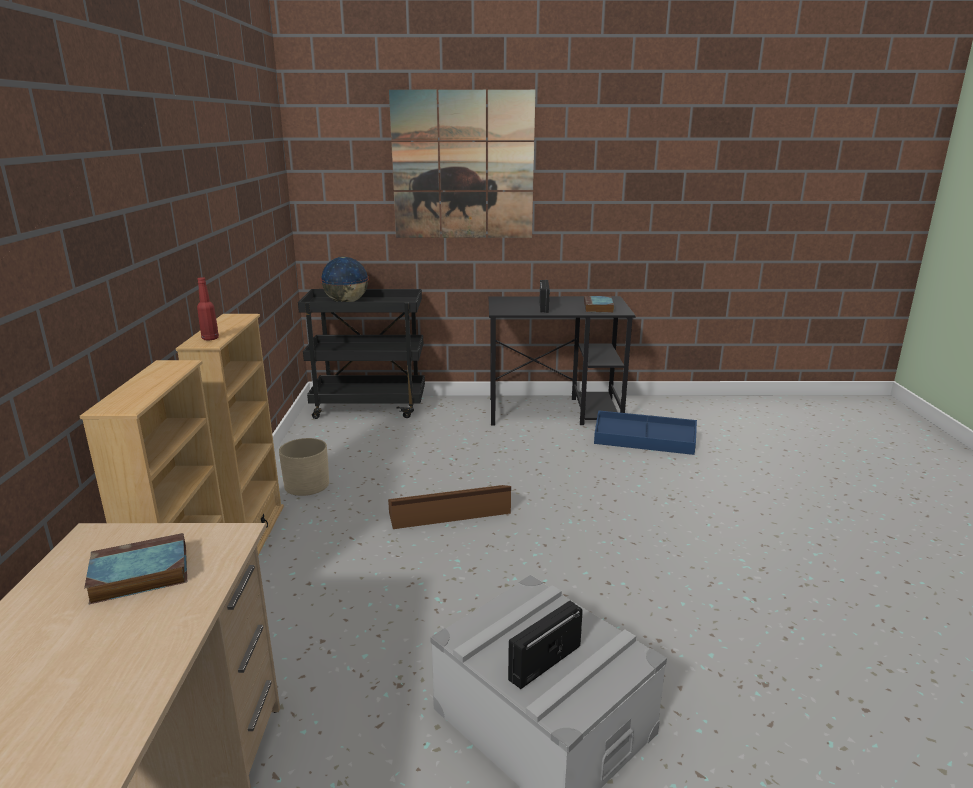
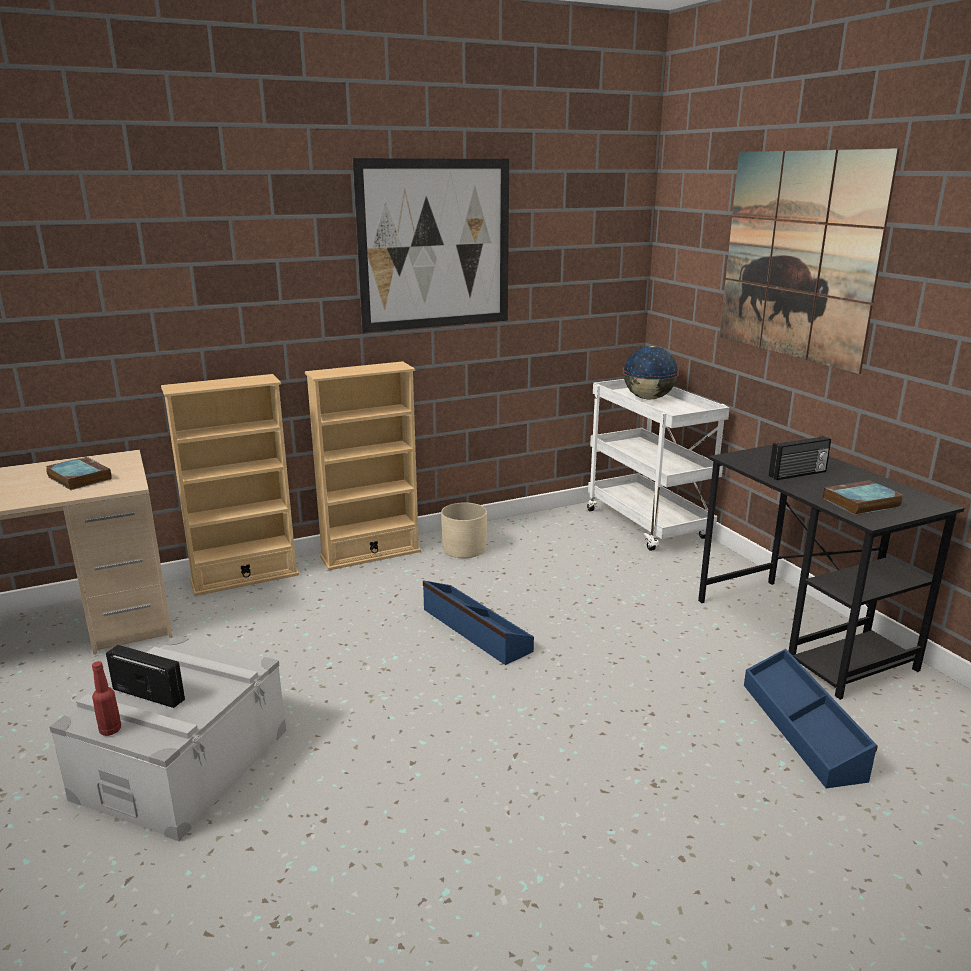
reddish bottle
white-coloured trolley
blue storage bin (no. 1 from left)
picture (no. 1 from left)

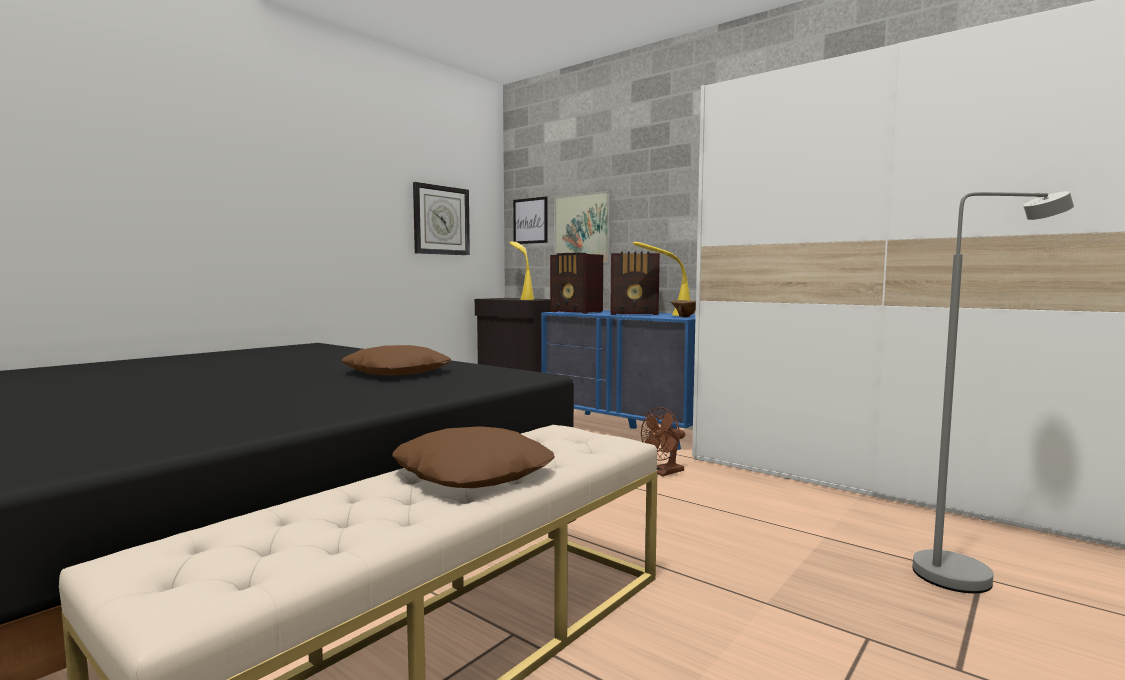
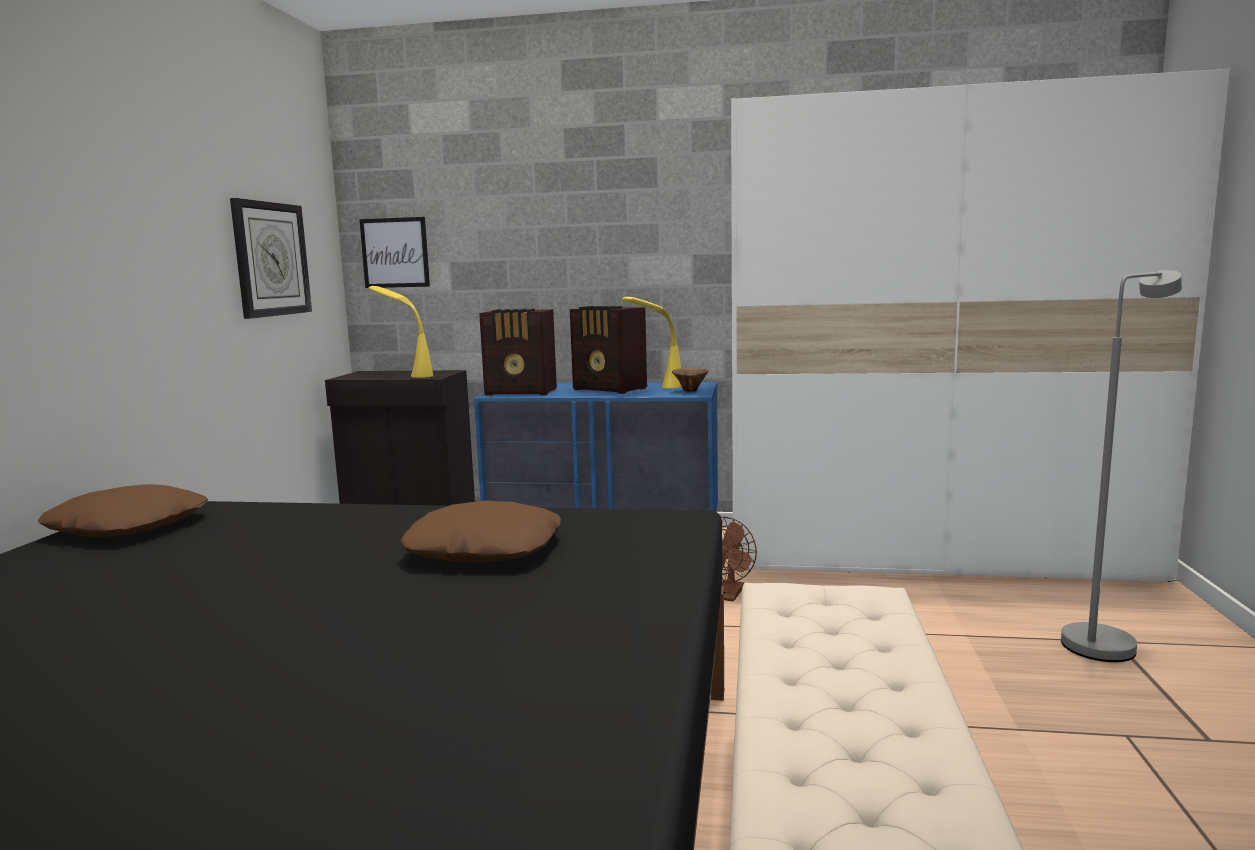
picture (no. 2 from left in the first image)
radio (no. 2 from left)
brown throw pillow (no. 1 from left)

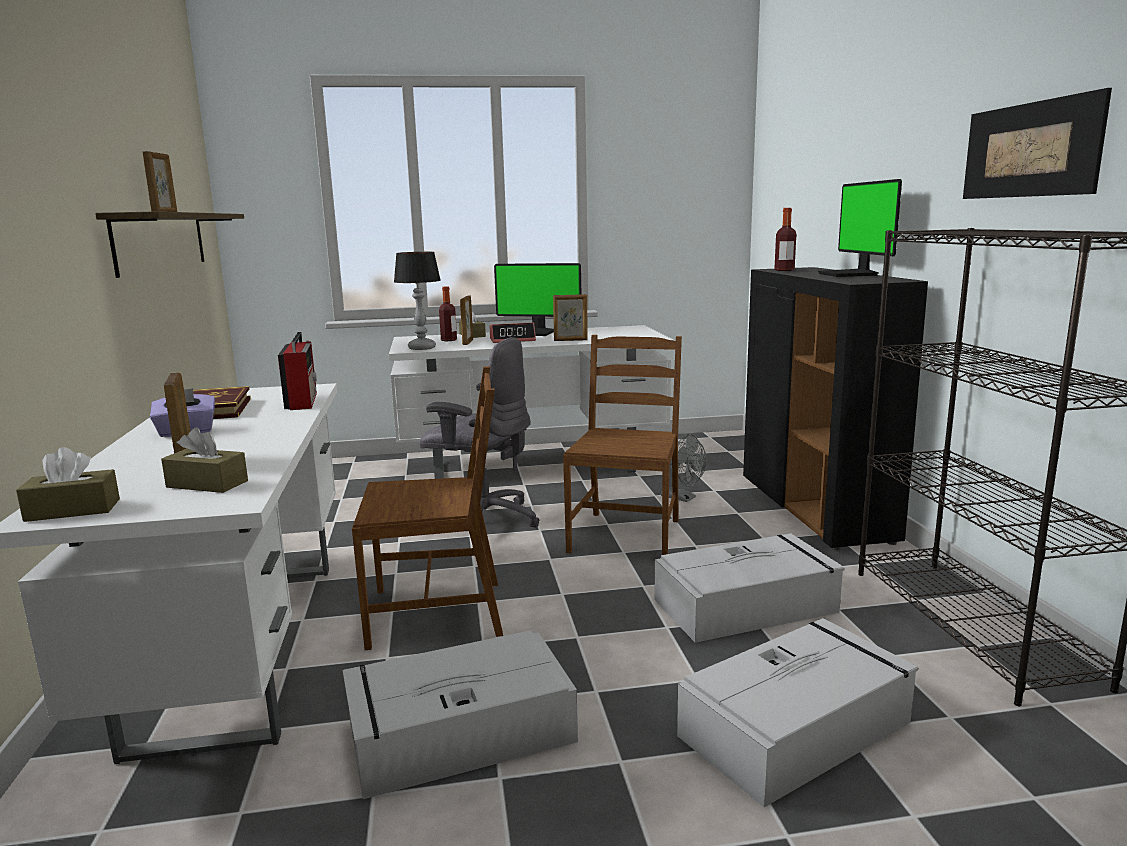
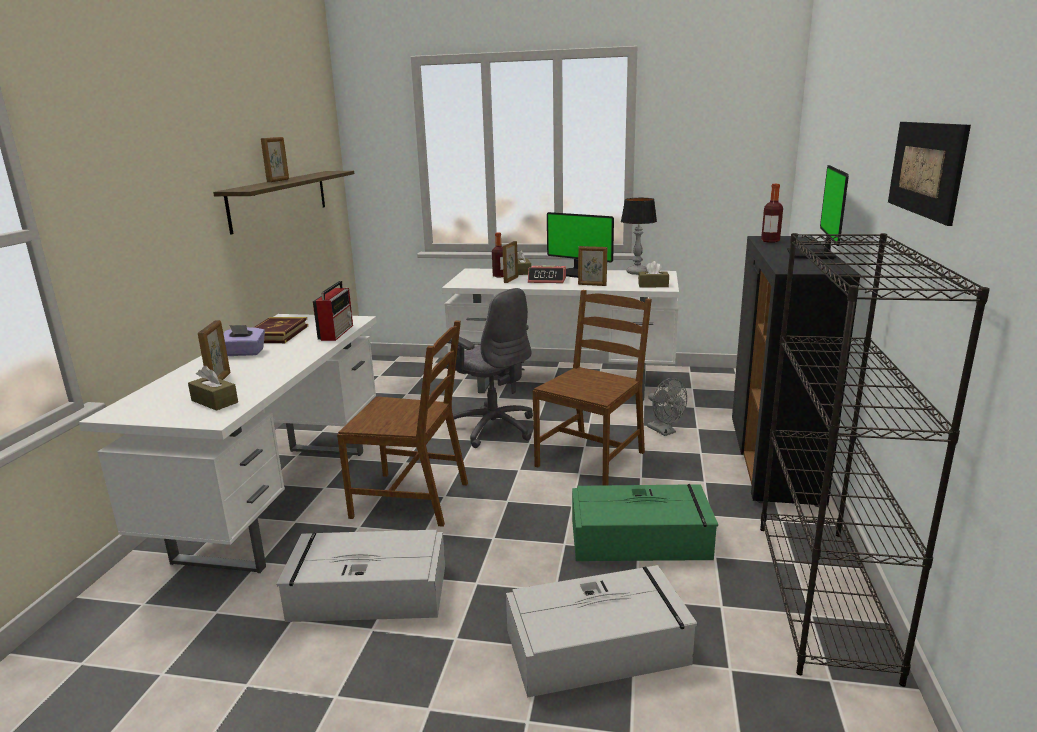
lamp for a table
brown tissue holder (no. 3 from left)
greenish storage bin

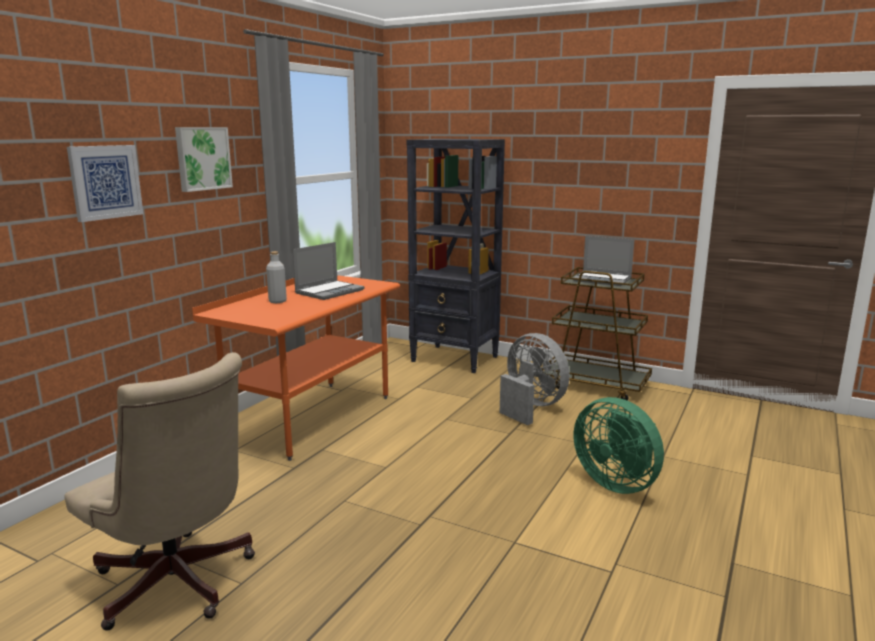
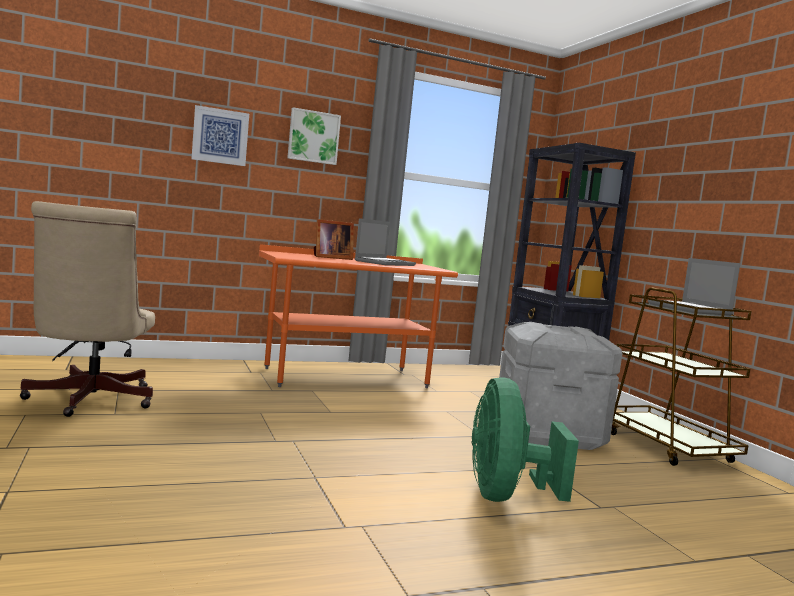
laptop (no. 1 from left)
standing frame
gray storage bin

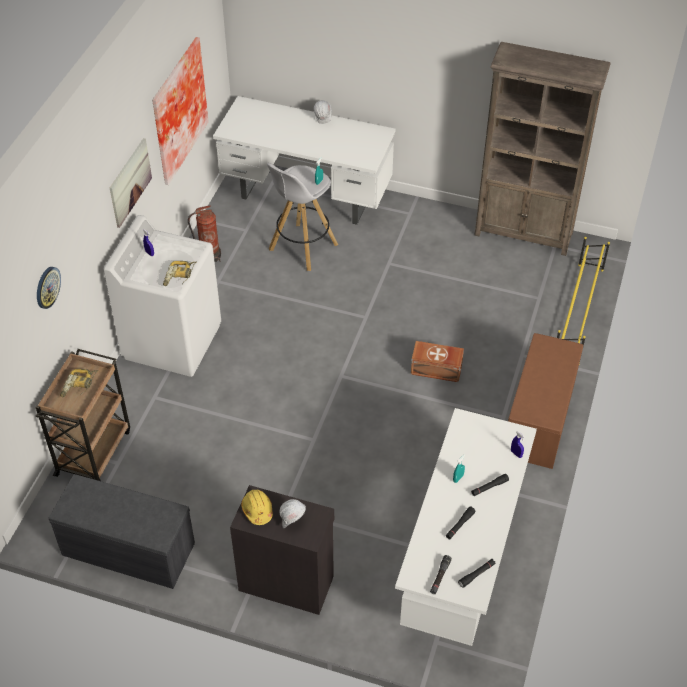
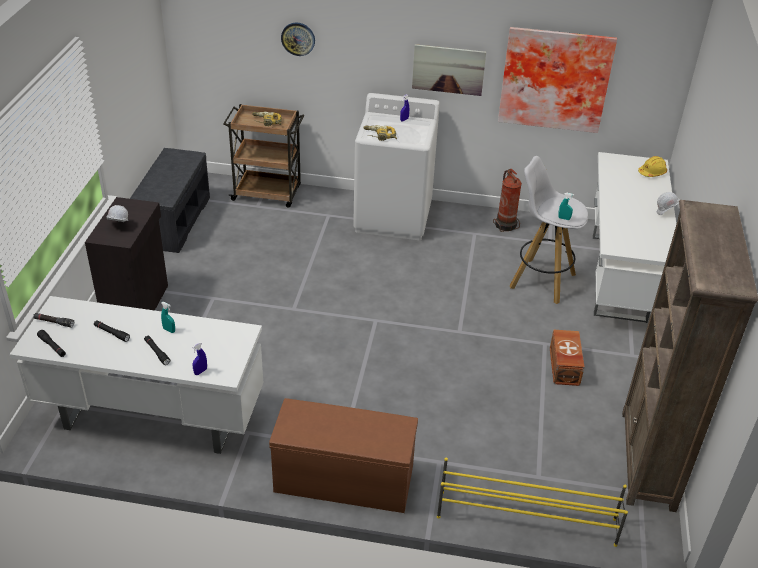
brown storage bin
yellowish safety helmet

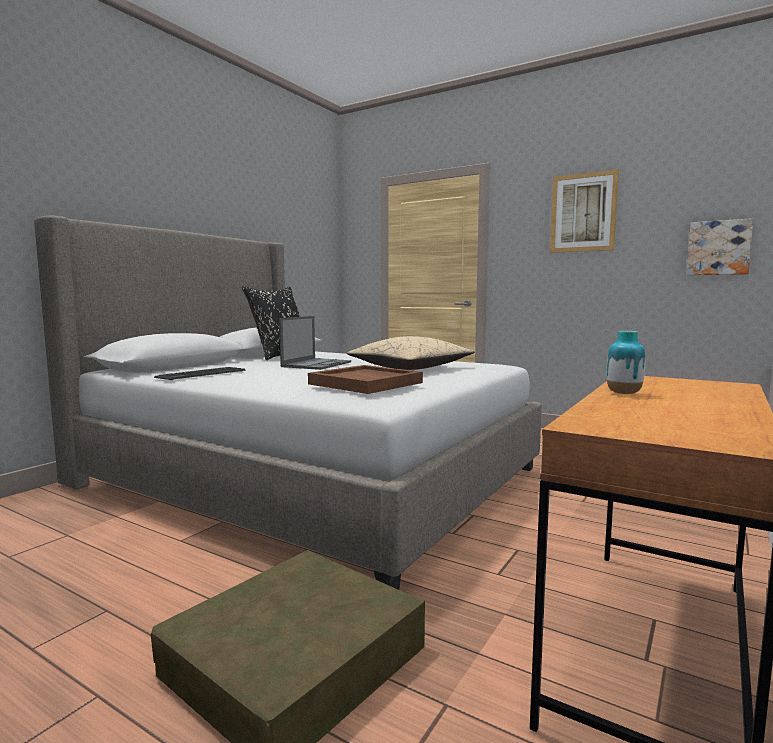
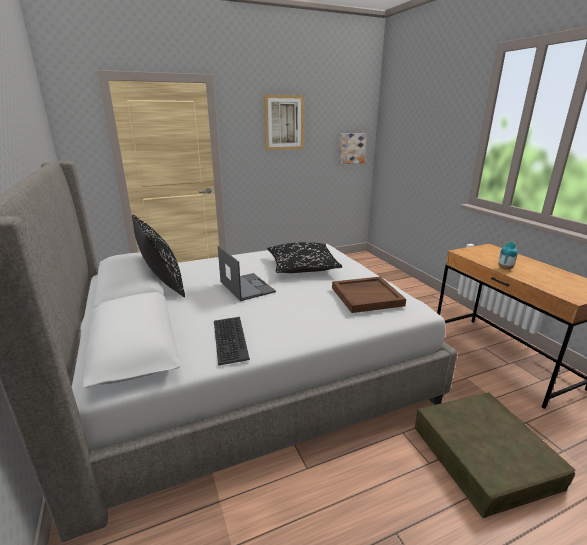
blackish throw pillow (no. 2 from left)

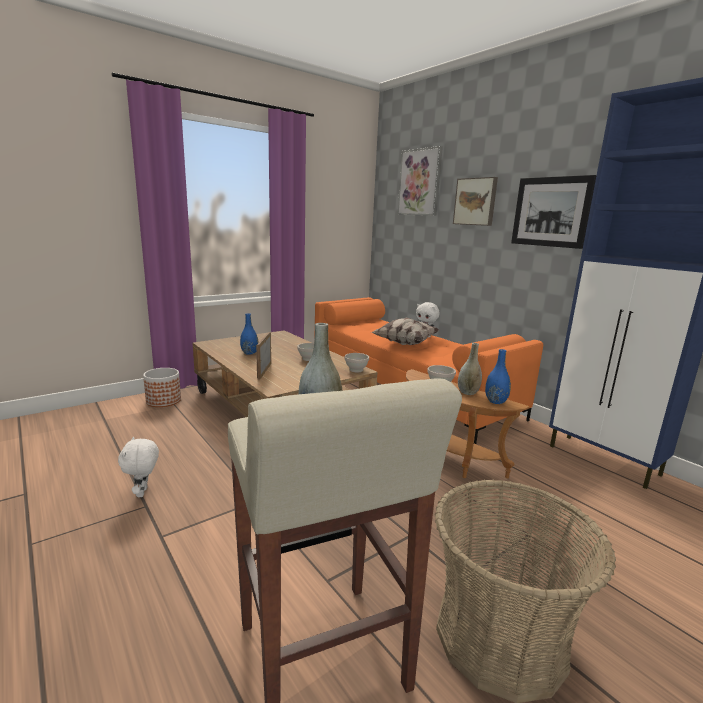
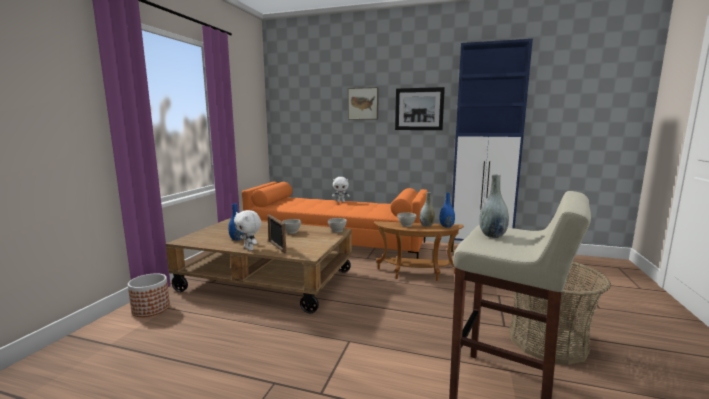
picture (no. 1 from left in the first image)
throw pillow
white-coloured soft toy (no. 1 from left)

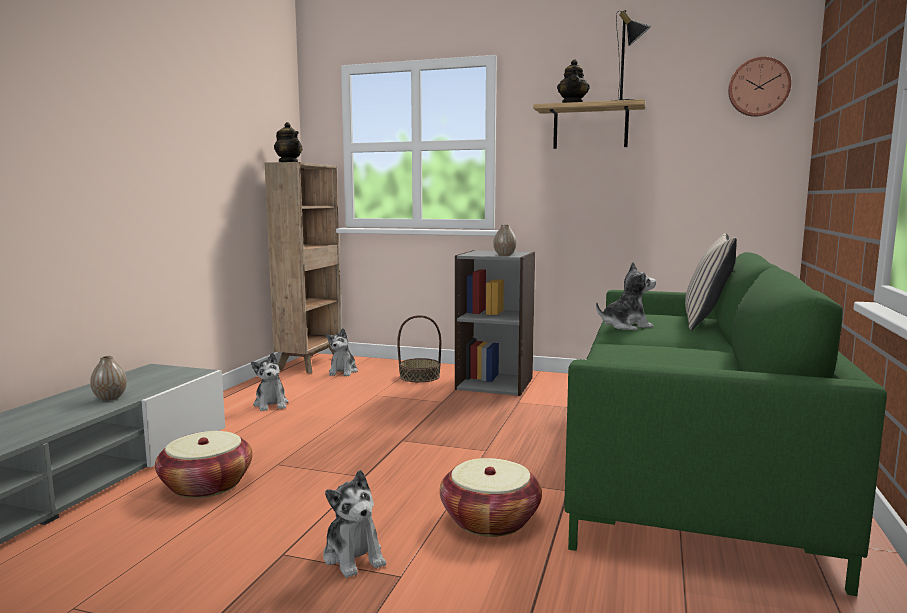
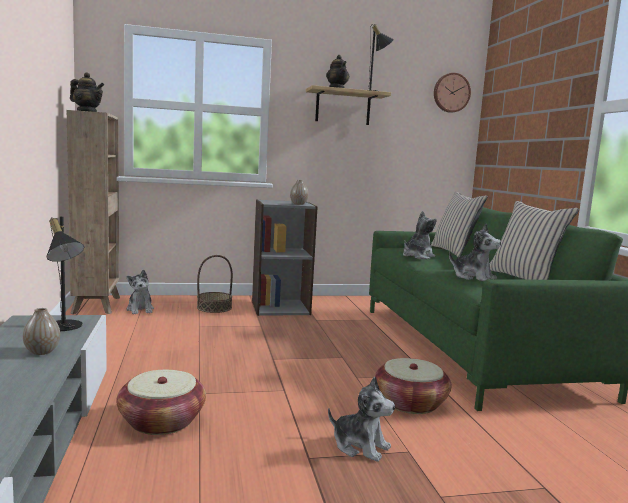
soft toy (no. 4 from left)
sand-coloured throw pillow (no. 2 from left)
blackish lamp for a table (no. 1 from left)

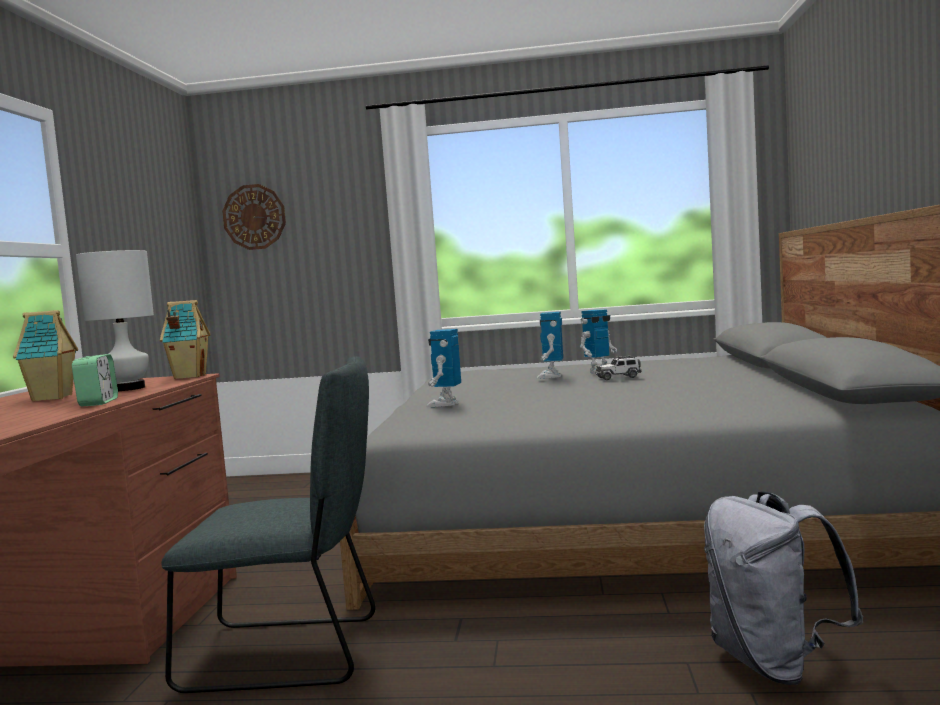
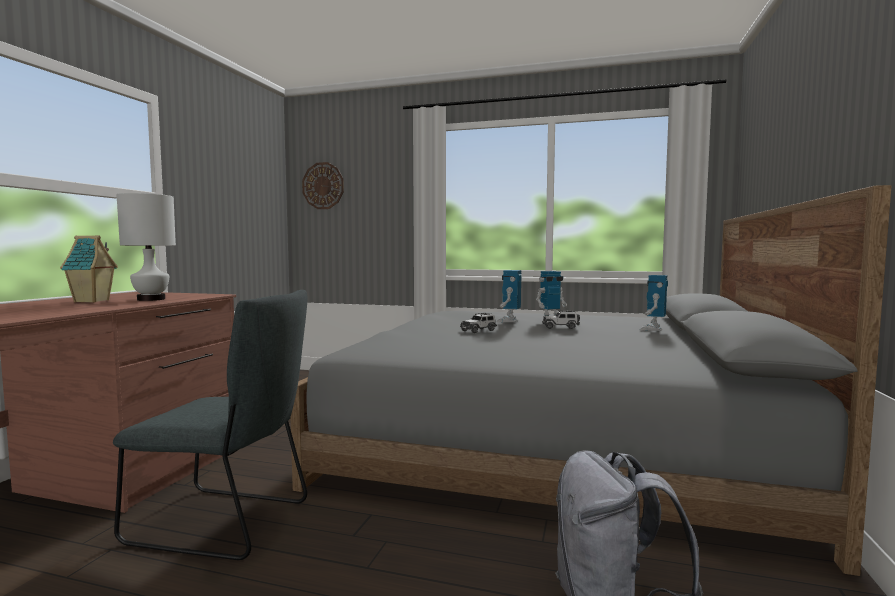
toy house (no. 2 from left in the first image)
model robot (no. 3 from left)
alarm clock
model car (no. 1 from left)

